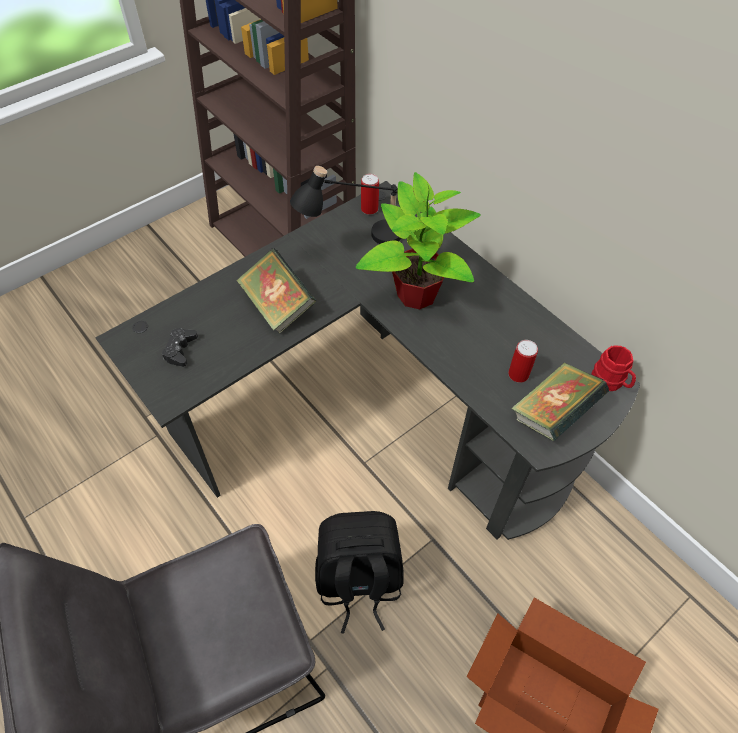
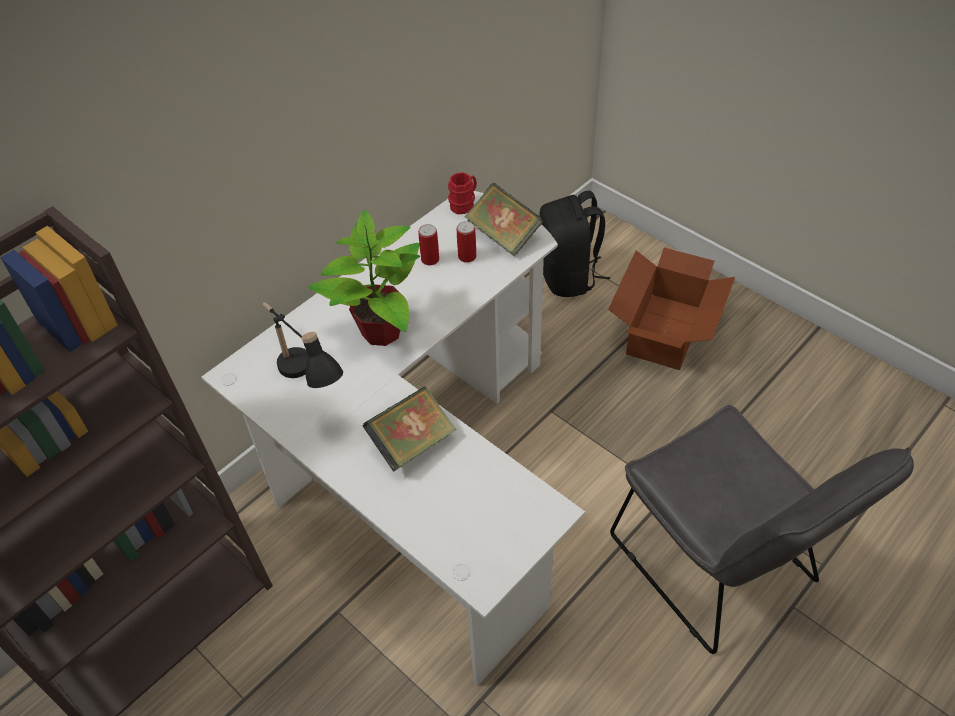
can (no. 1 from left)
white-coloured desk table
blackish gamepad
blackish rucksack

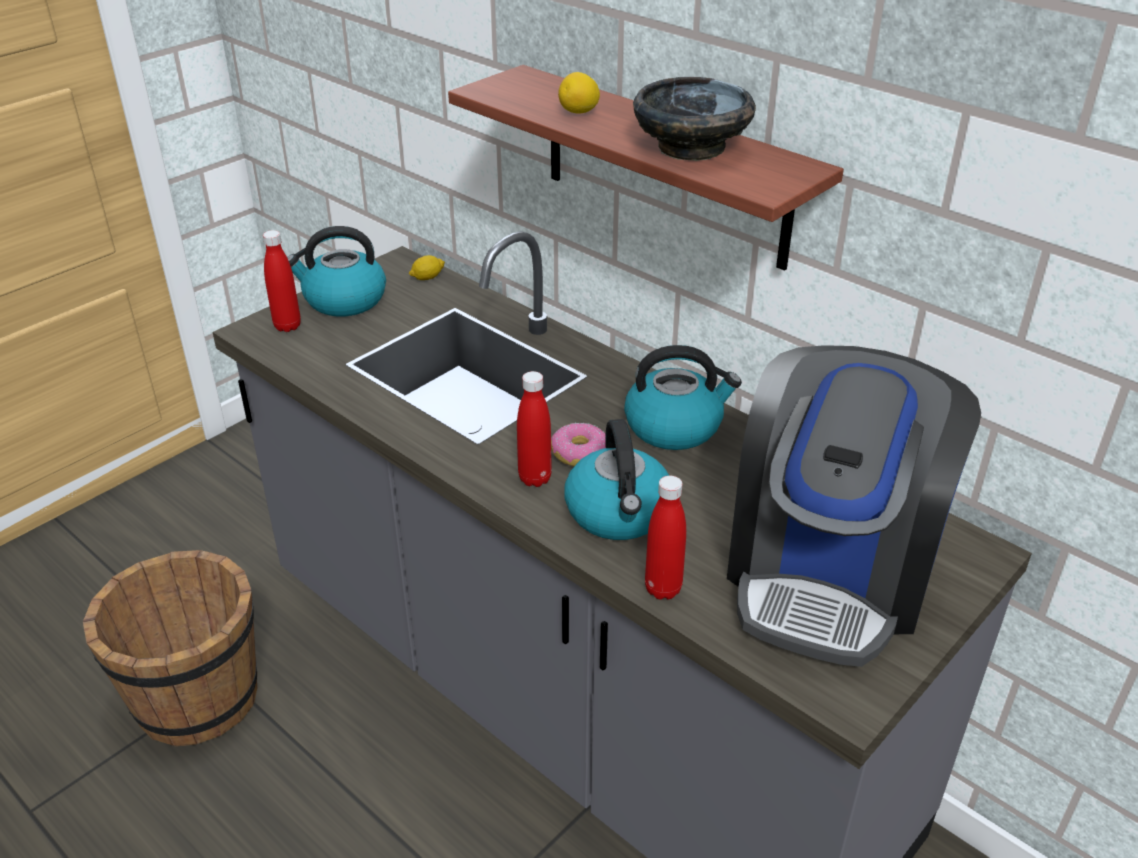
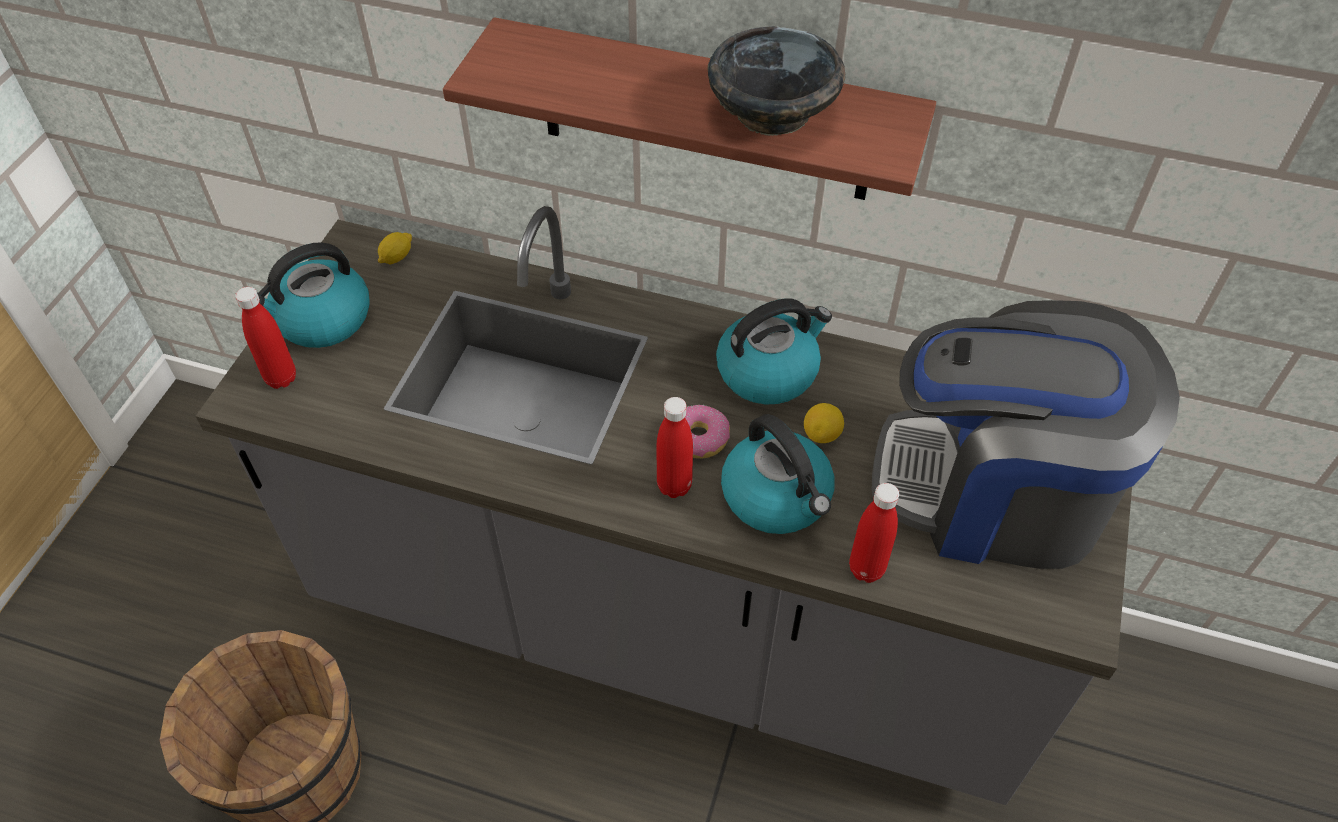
whole lemon (no. 2 from left)
coffee brewer

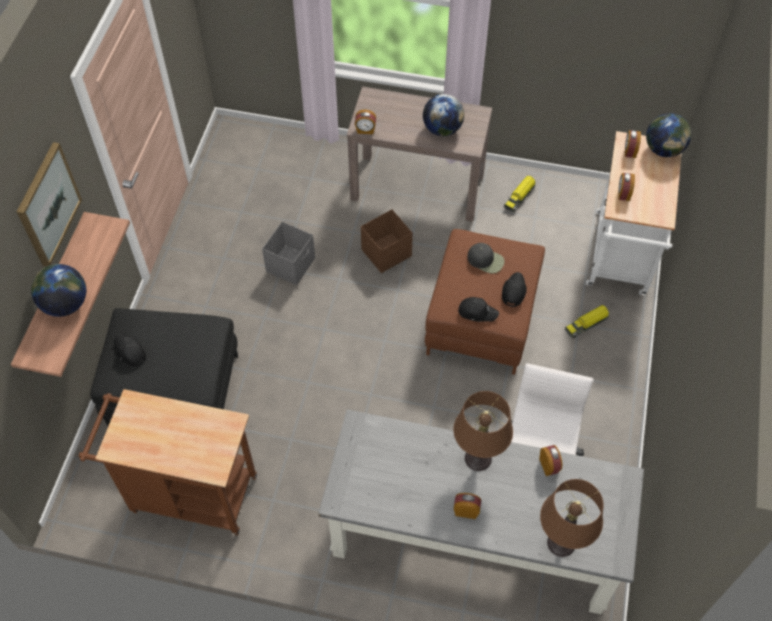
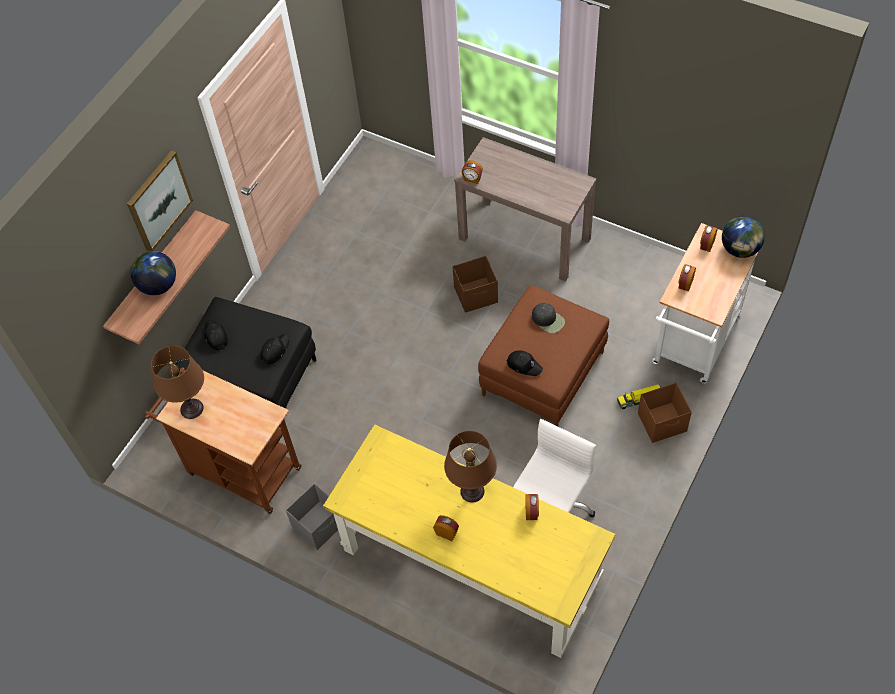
desk globe (no. 2 from left in the first image)
toy truck (no. 1 from left in the first image)
gray storage bin
blackish baseball cap (no. 2 from left)
yellowish desk table
brown lamp for a table (no. 1 from left)
brown storage bin (no. 2 from left)

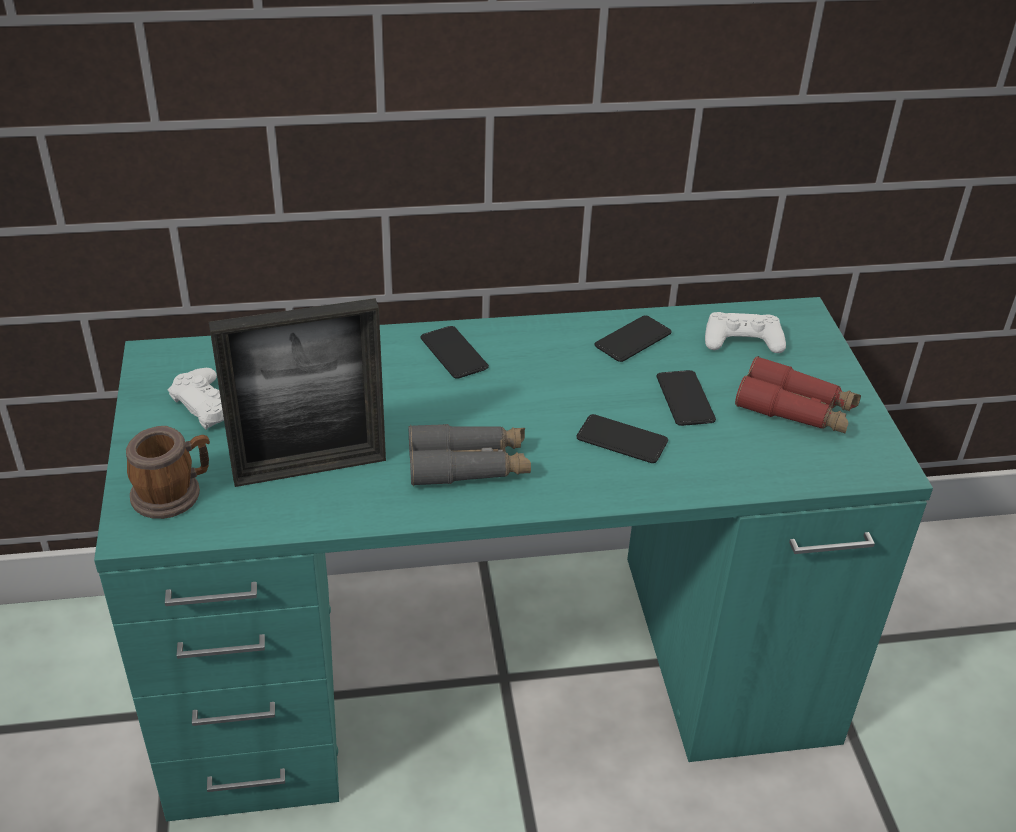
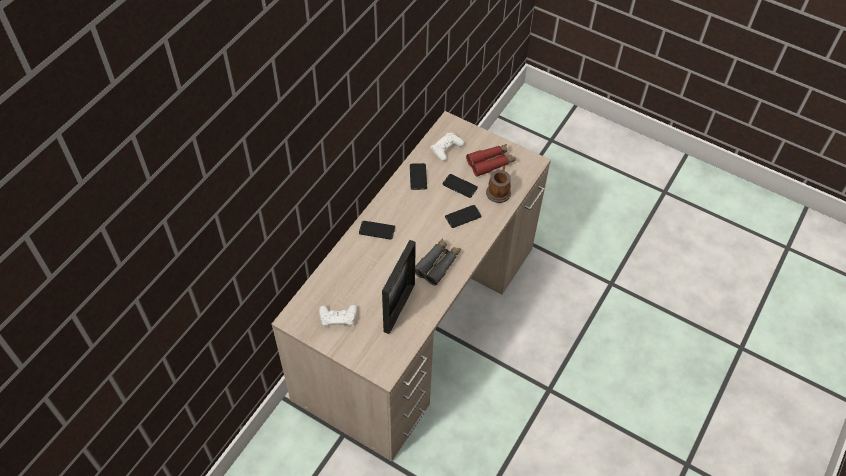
sand-coloured desk table
mug

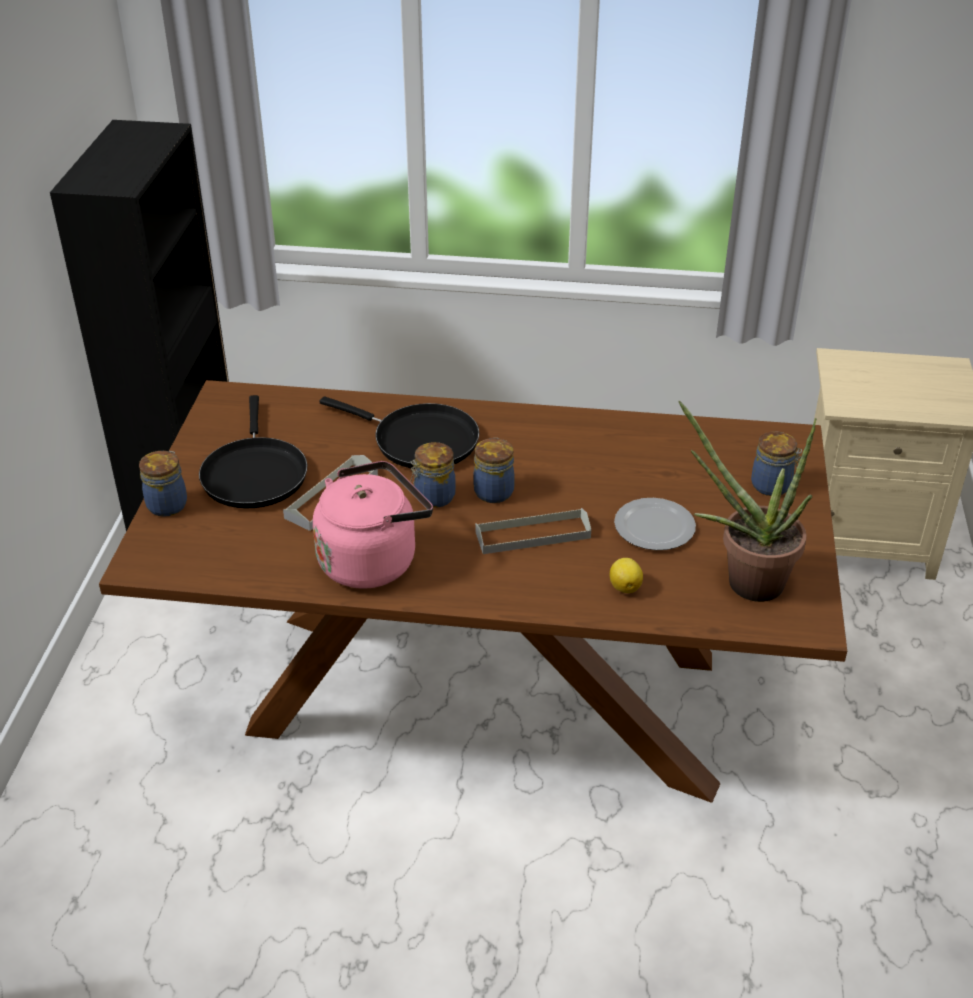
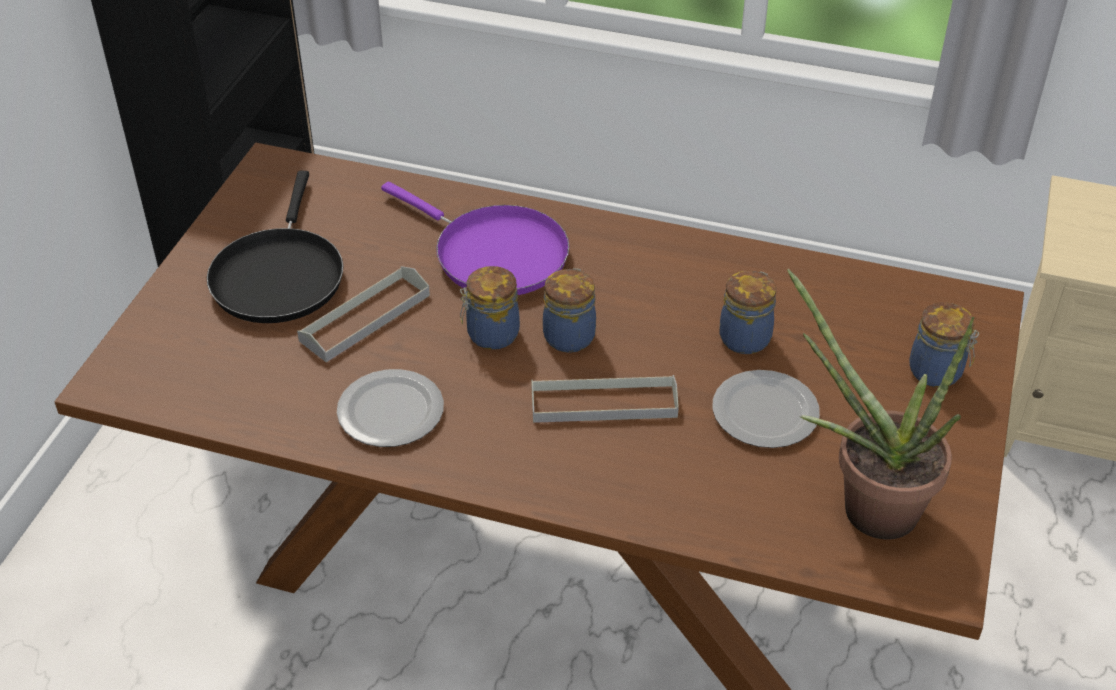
purple-coloured frying pan
storage jar (no. 3 from left)
dinner plate (no. 1 from left)
whole lemon

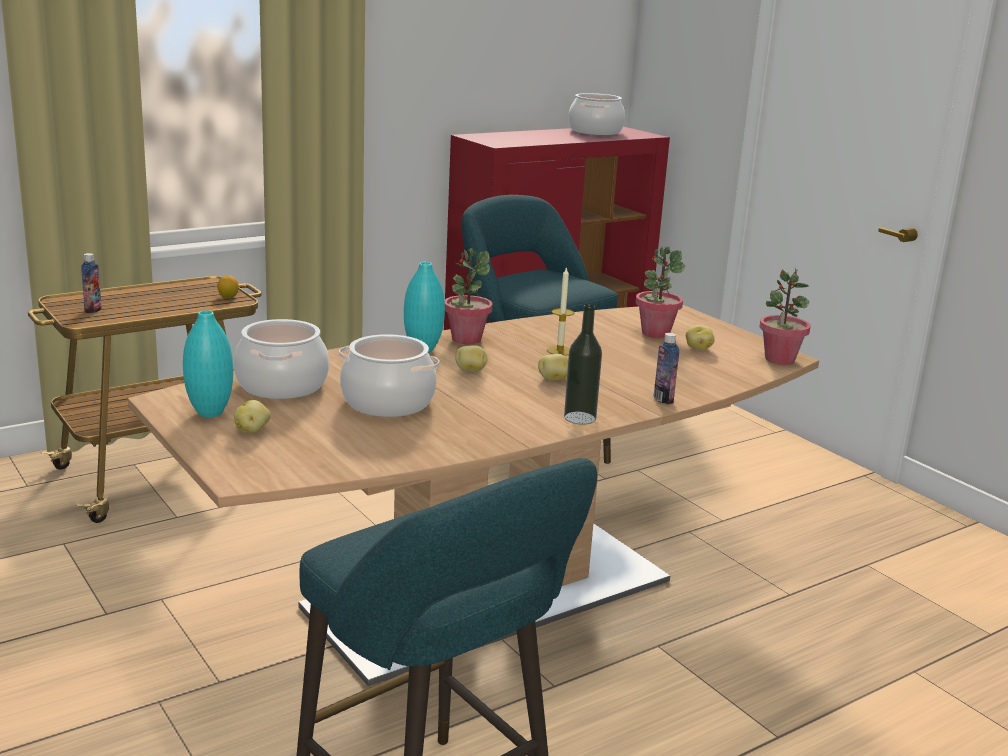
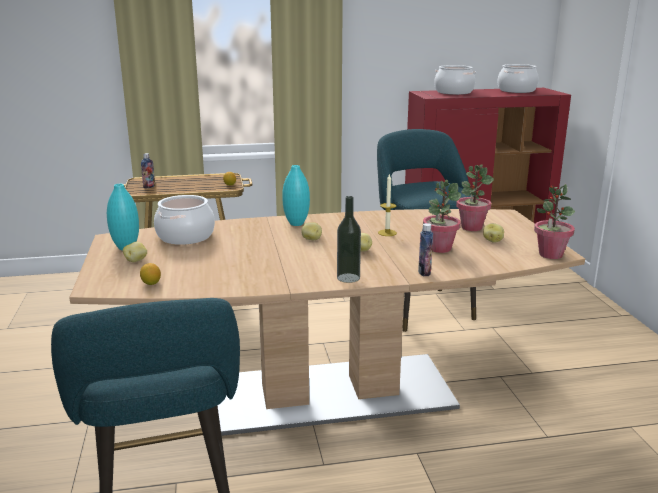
houseplant (no. 1 from left)
cooking pot (no. 2 from left)
whole lemon (no. 1 from left)

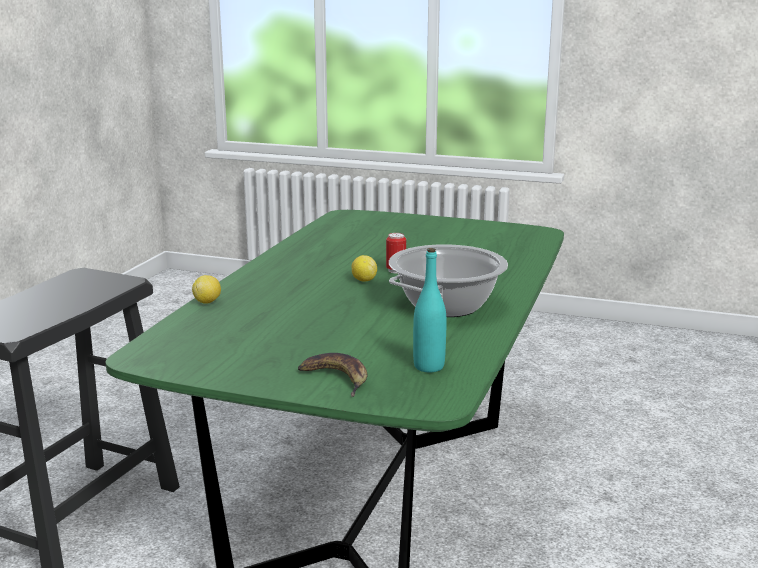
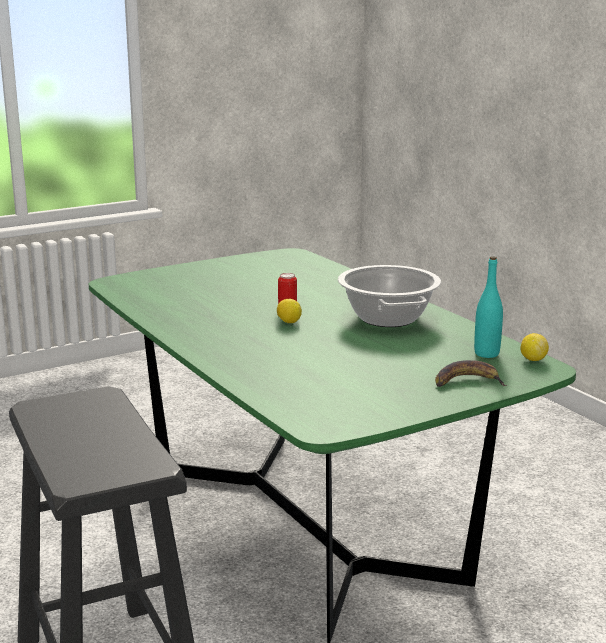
whole lemon (no. 2 from left)

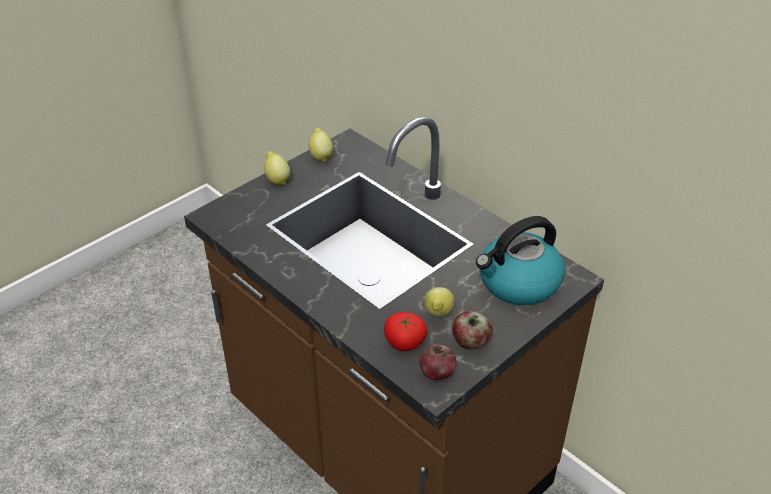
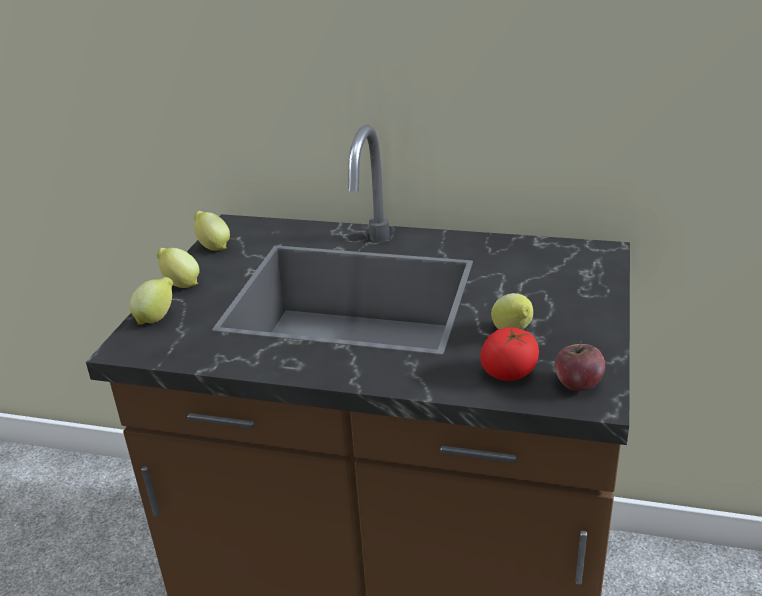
kettle
apple fruit (no. 2 from left in the first image)
whole lemon (no. 1 from left)

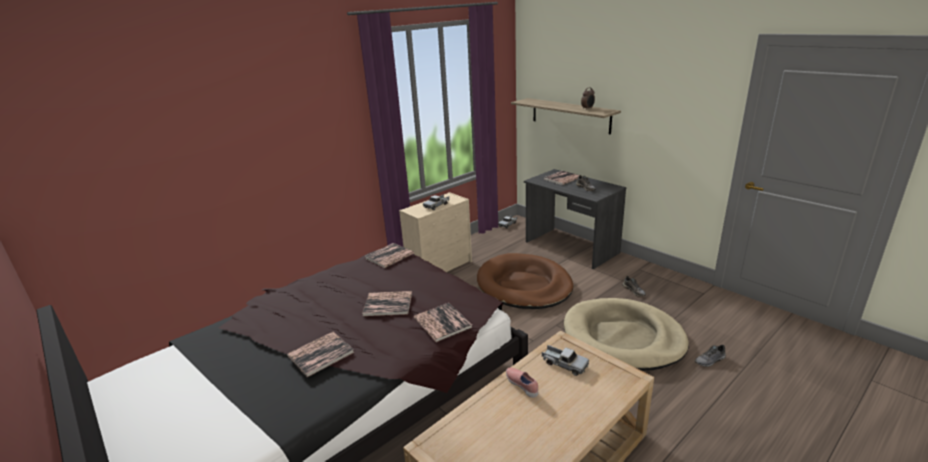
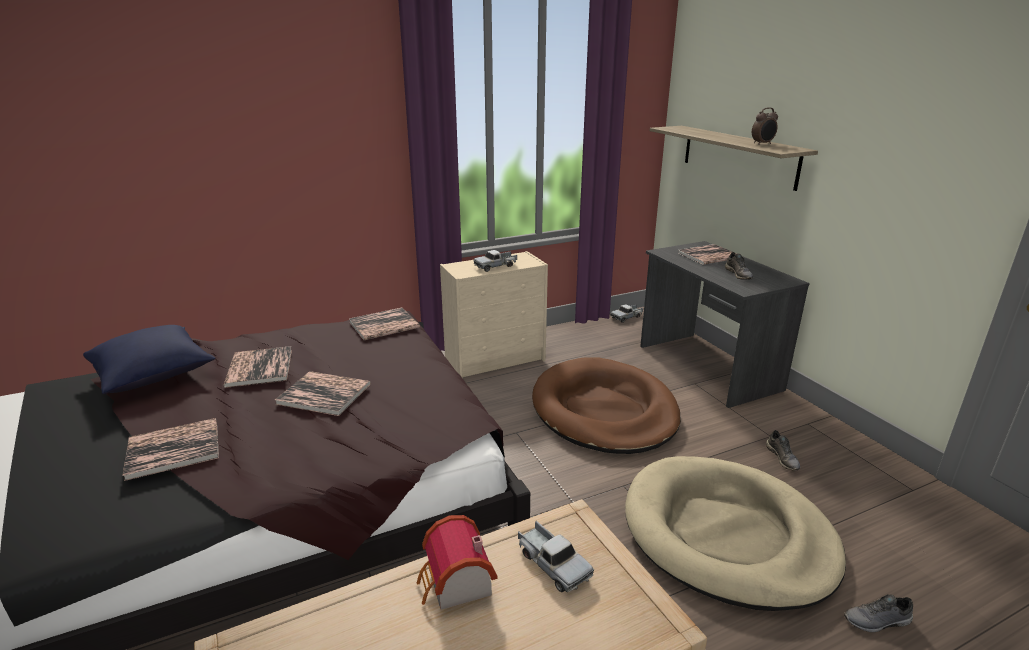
volume (no. 2 from left)
toy house
blue throw pillow

